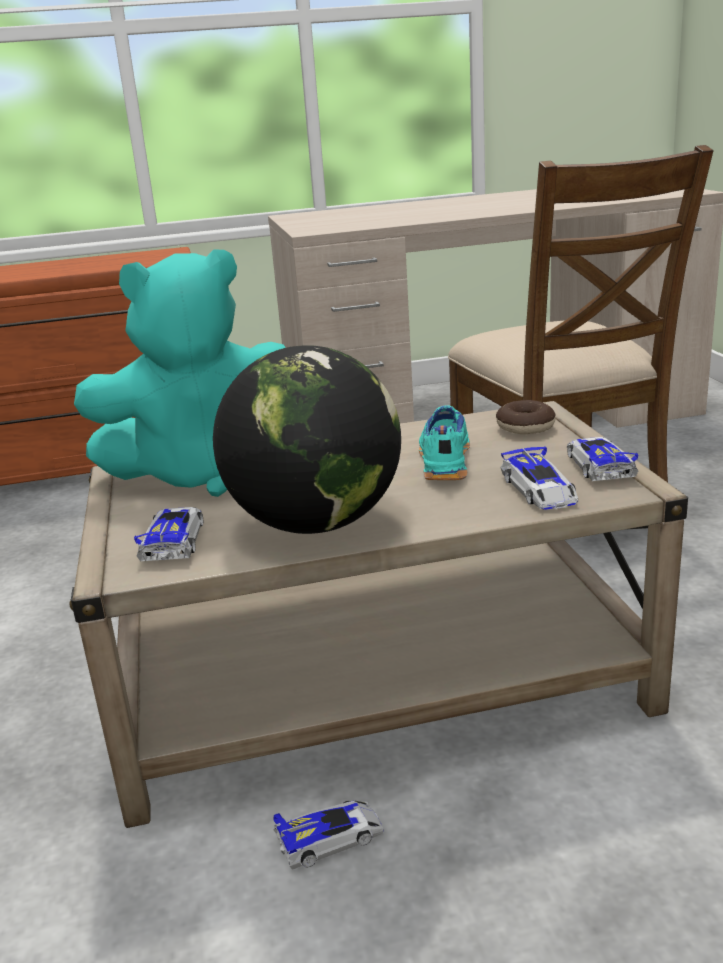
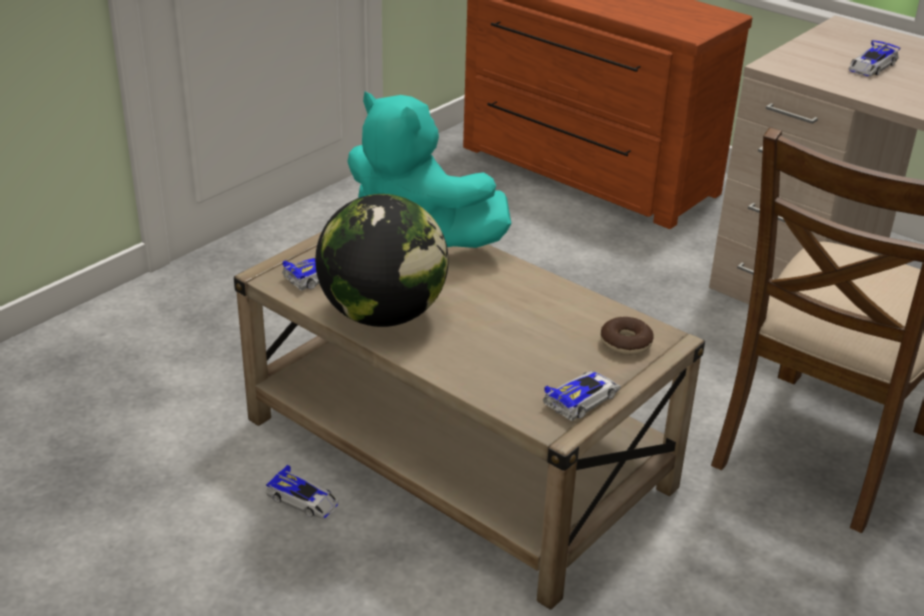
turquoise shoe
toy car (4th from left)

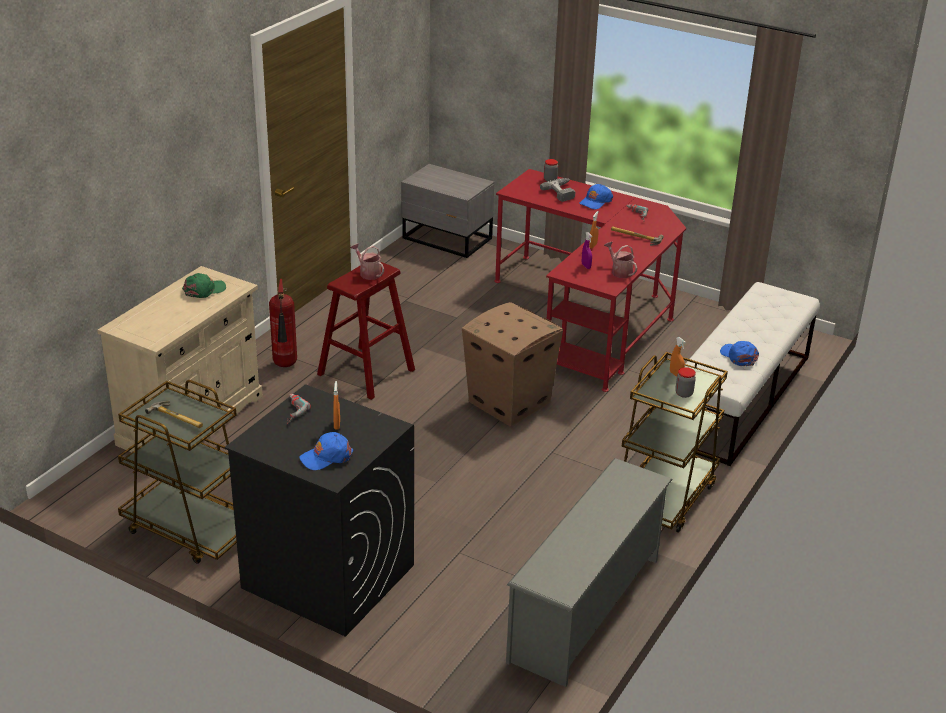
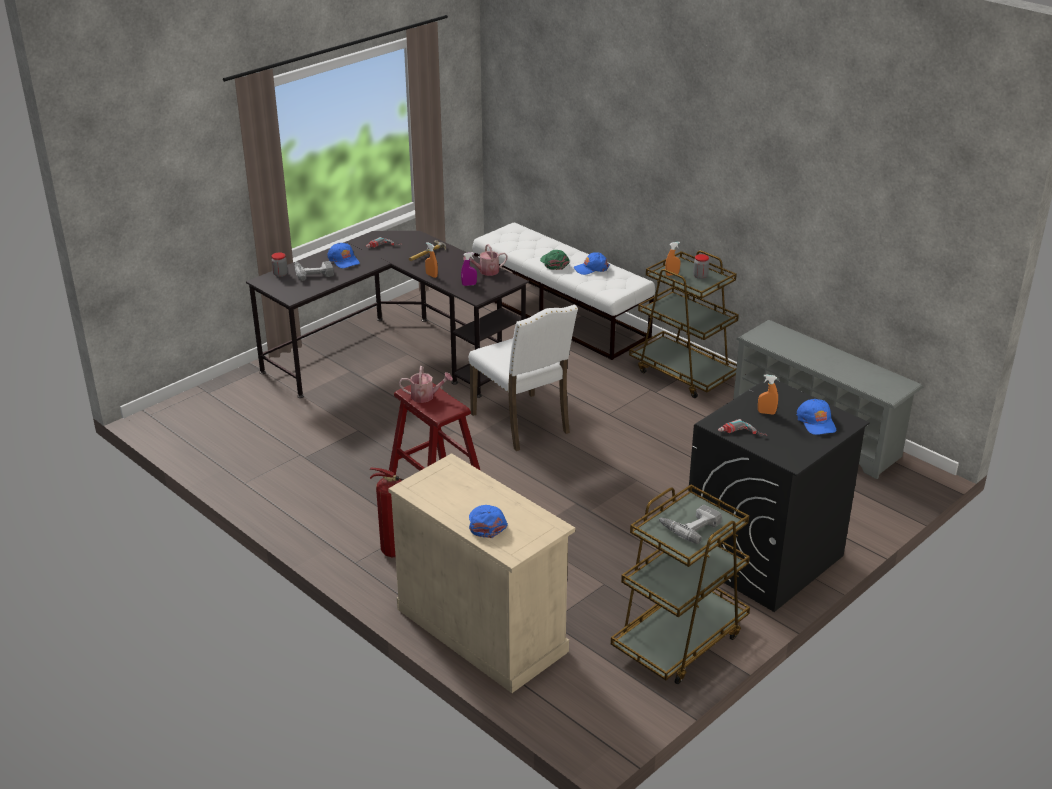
grey nightstand
blue cap (2nd from left)
green cap
power drill (3rd from left)
white chair
black desk
watering can (1st from left)

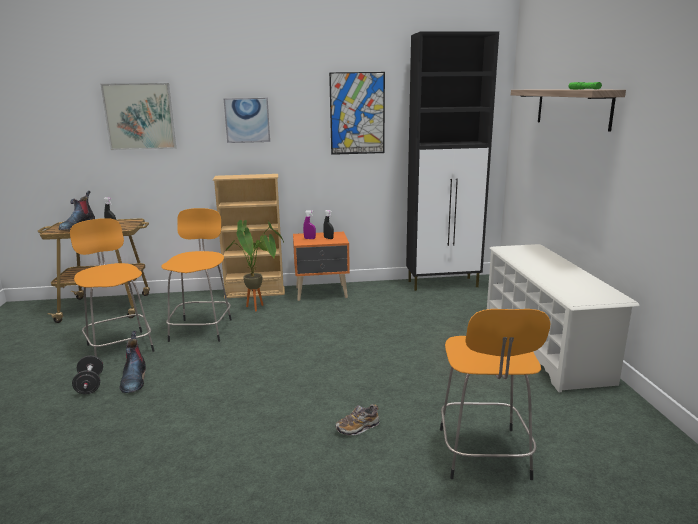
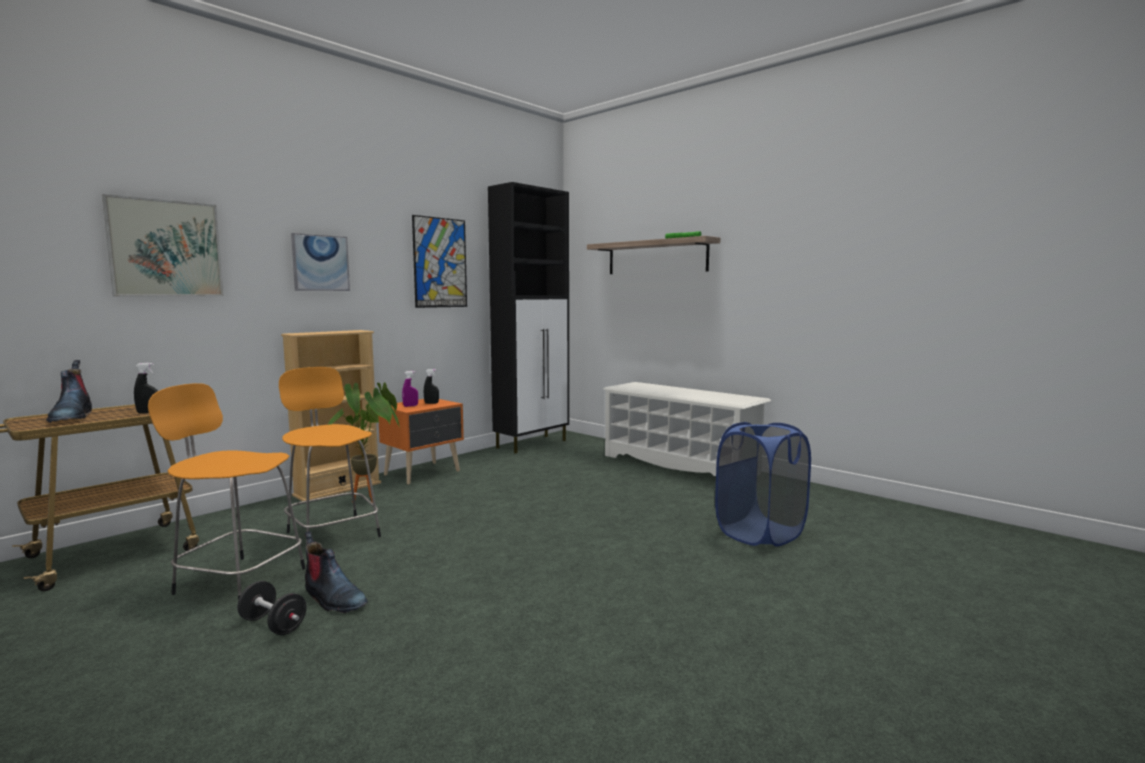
shoe
blue laundry basket

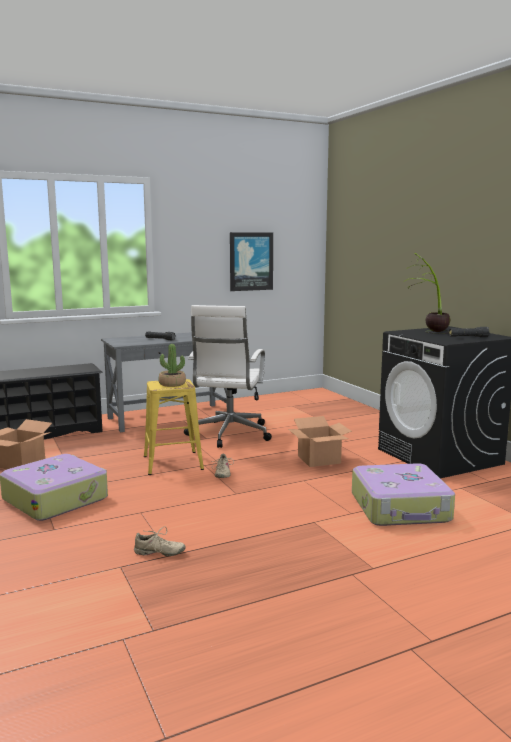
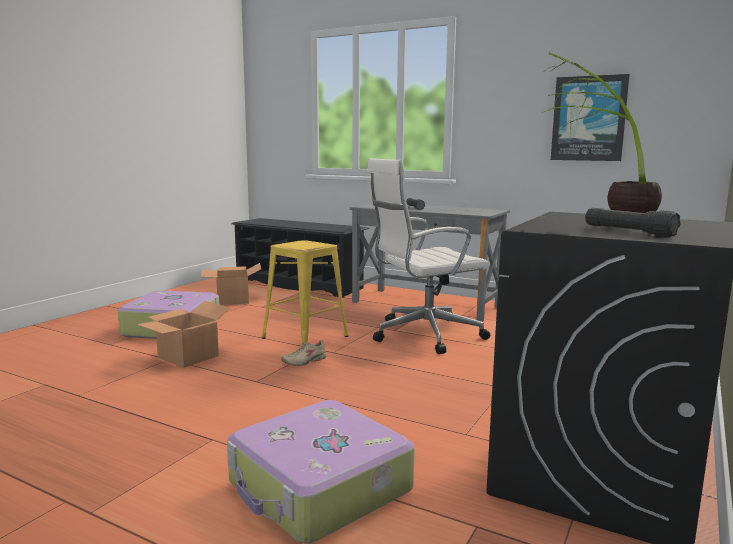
beige shoe (1st from left in the first image)
potted plant (1st from left in the first image)
cardboard box (1st from left)

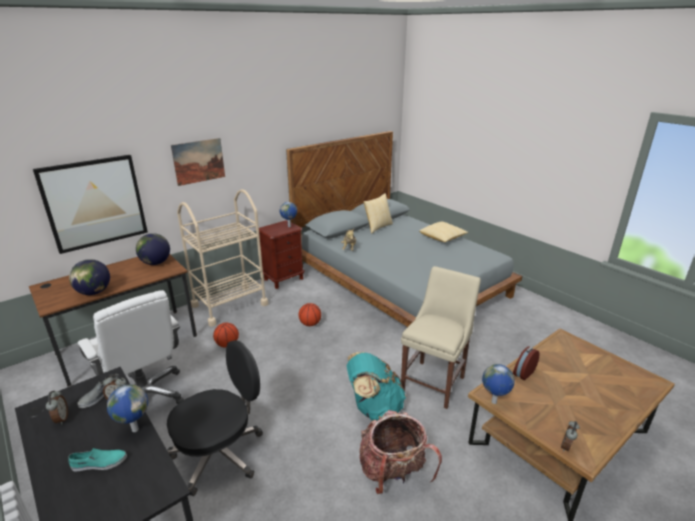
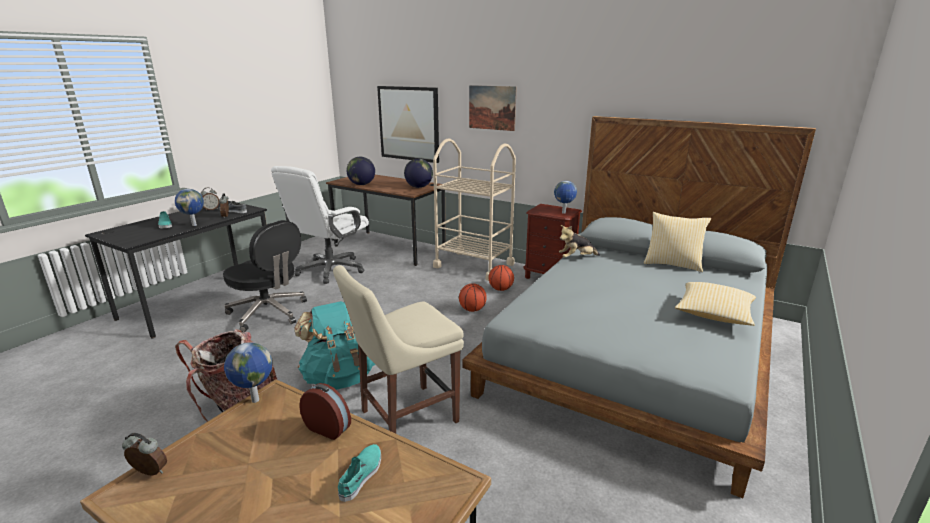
turquoise shoe (2nd from left)
basketball (2nd from left)
beige chair

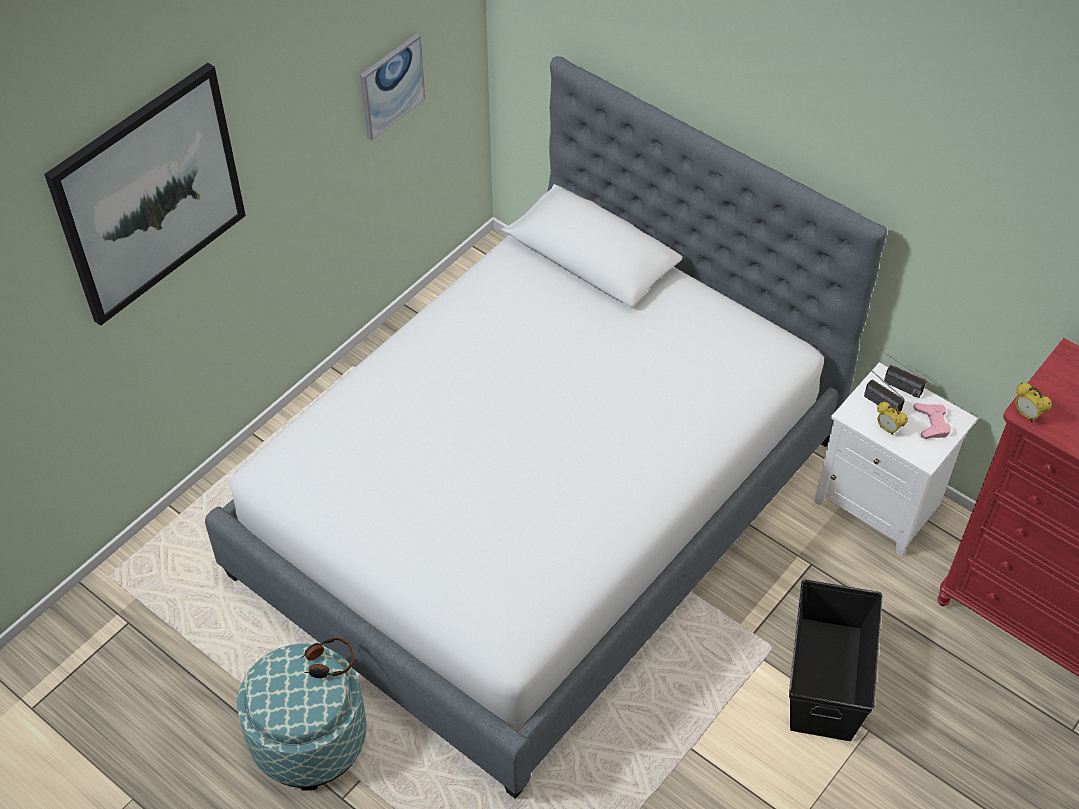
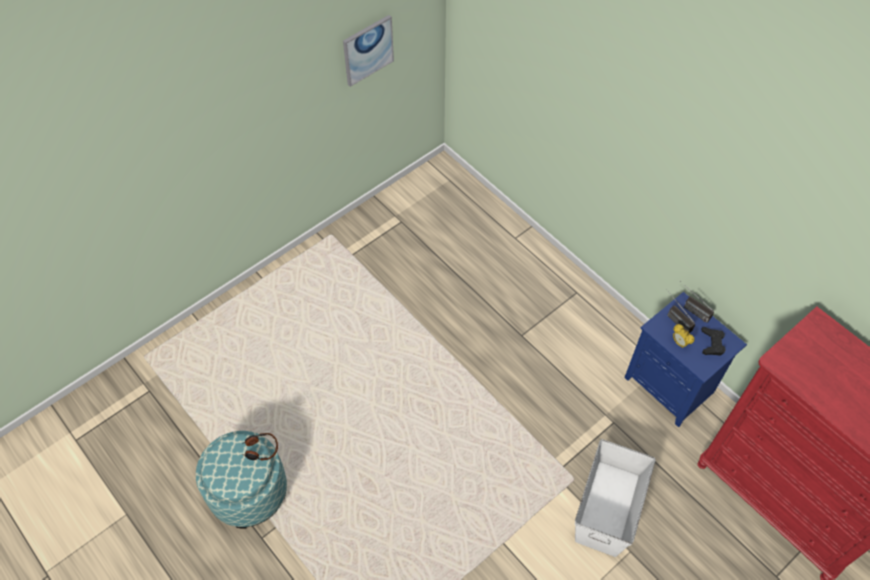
picture (1st from left in the first image)
bed
alarm clock (2nd from left in the first image)
white storage box
blue nightstand
black game controller

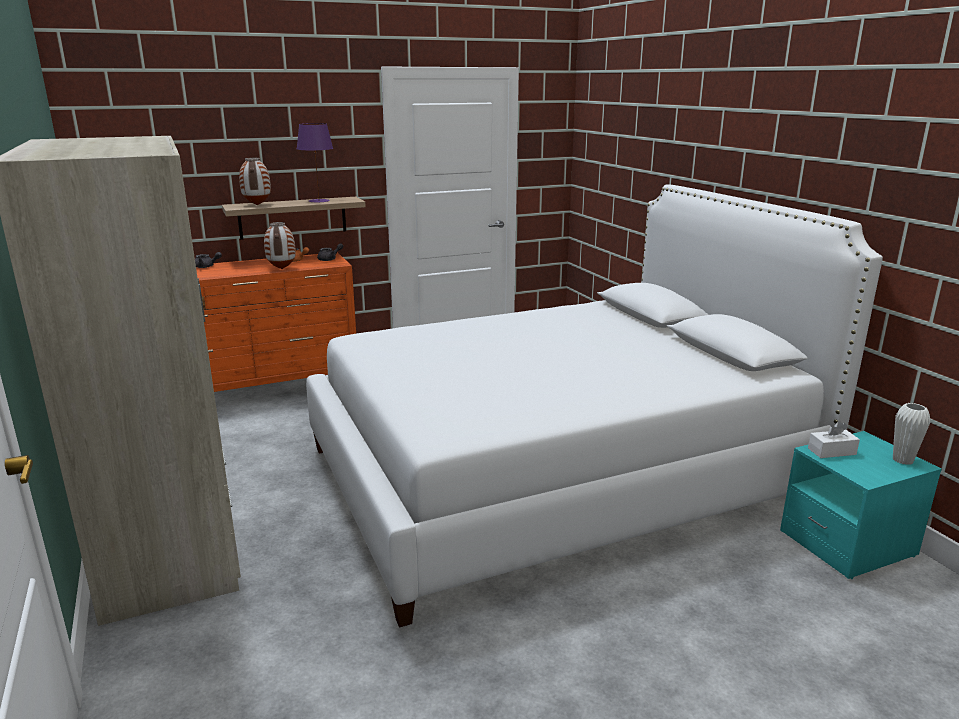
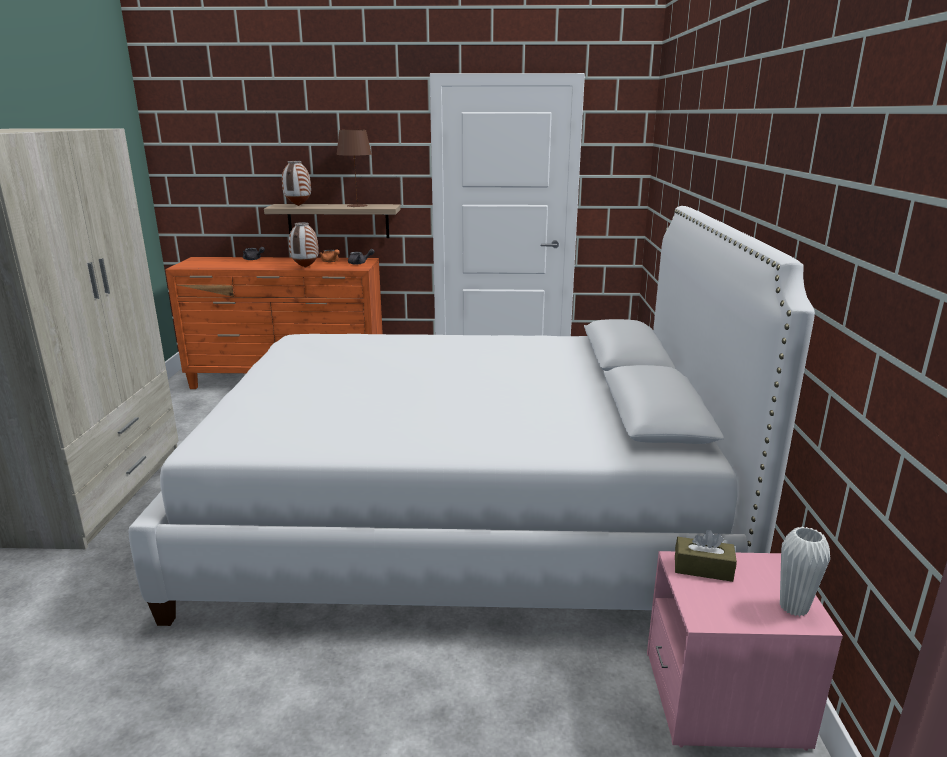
brown table lamp
pink nightstand
brown tissue box

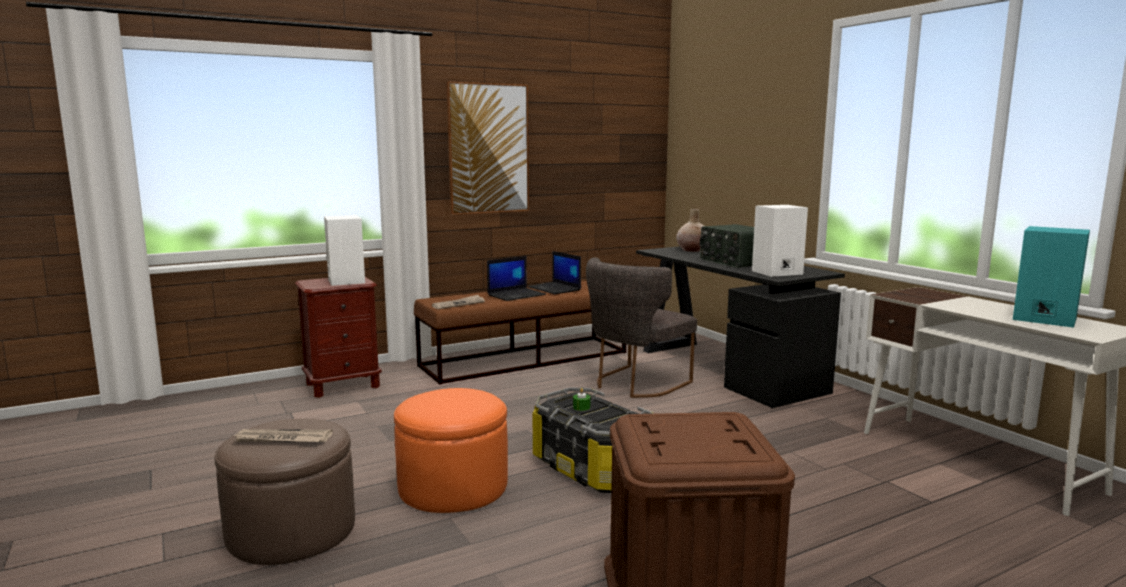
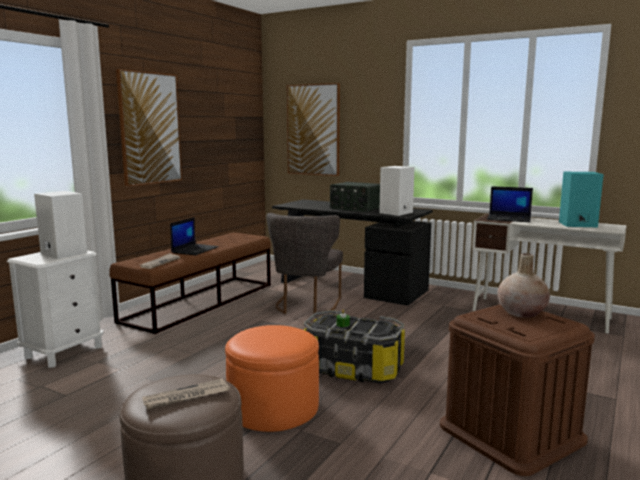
picture (2nd from left)
laptop (2nd from left)
beige vase
white nightstand

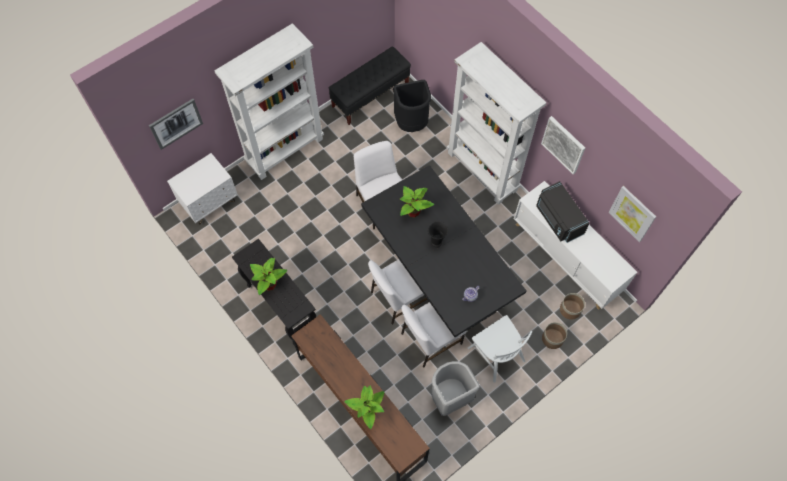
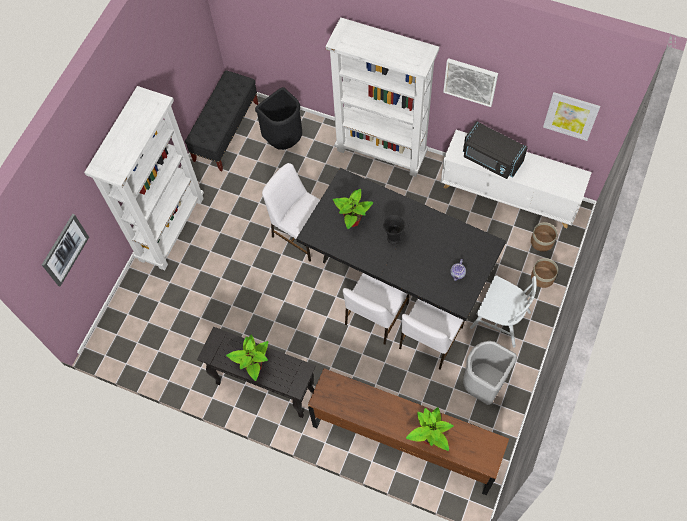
white nightstand

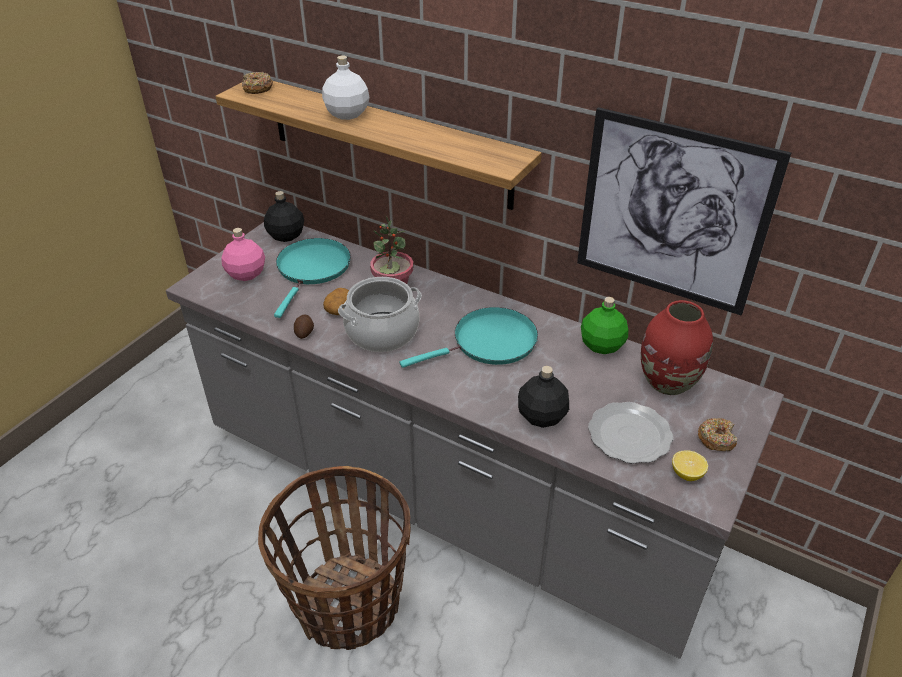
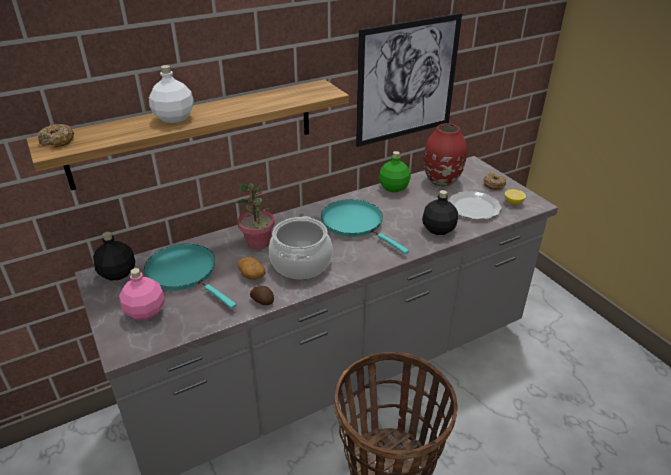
turquoise frying pan (2nd from left)

